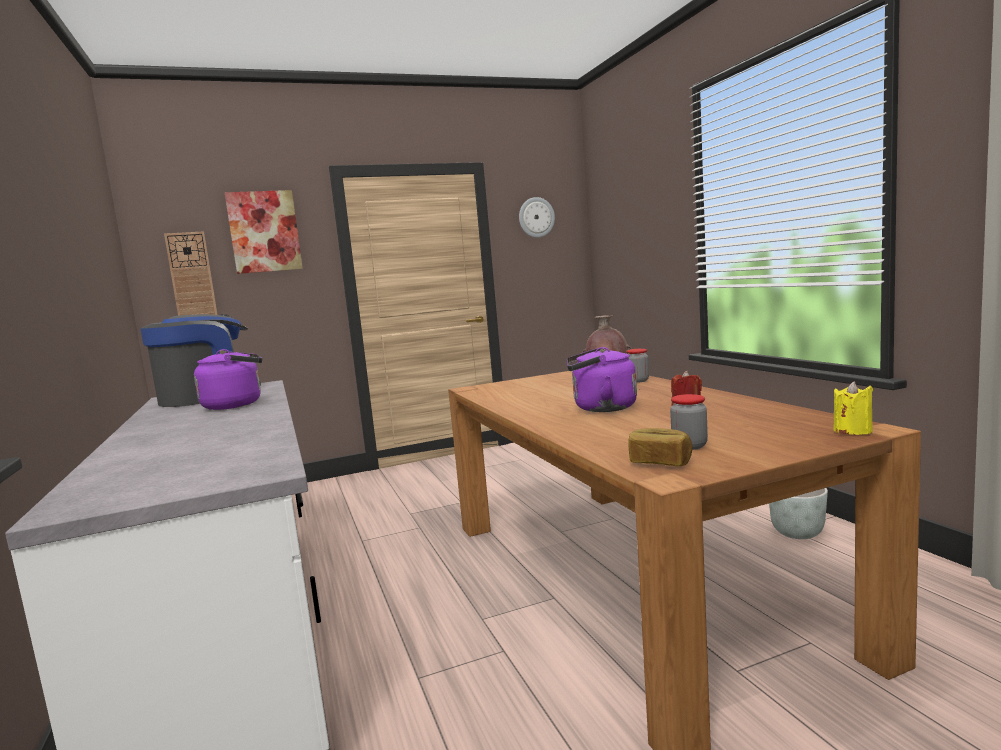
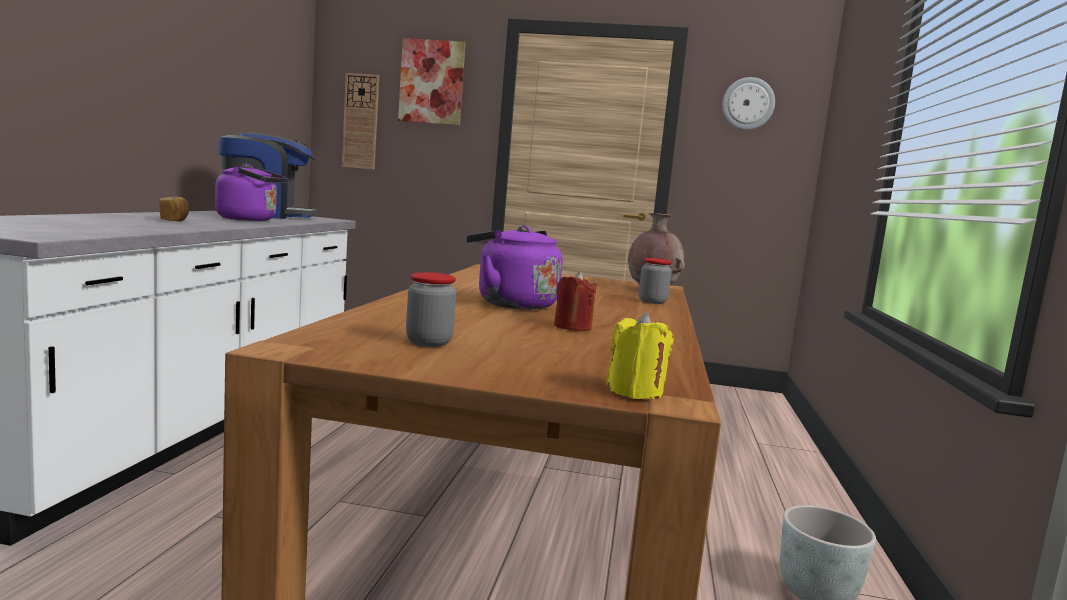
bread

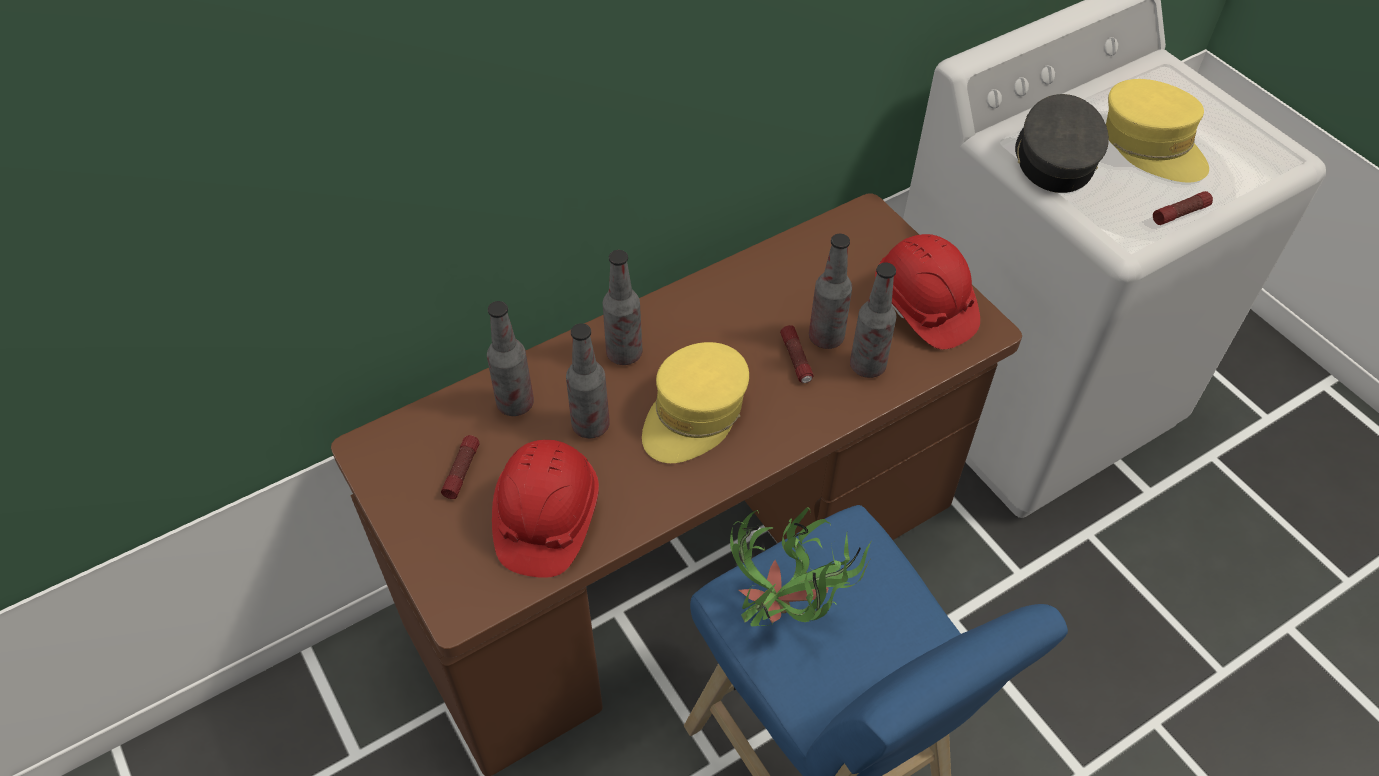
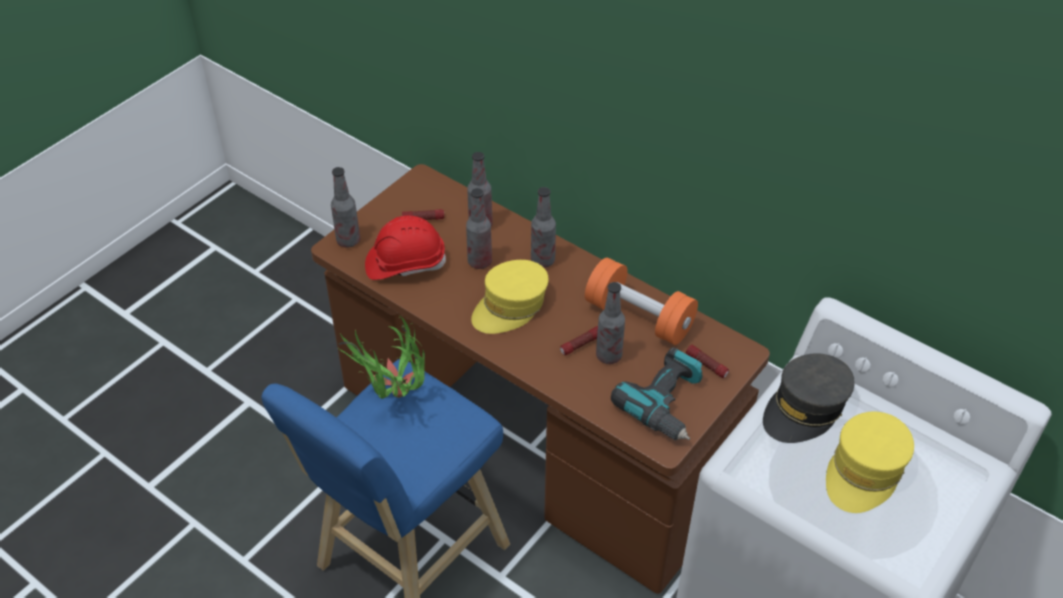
orange dumbbell
bottle (1st from left)
flashlight (3rd from left)
power drill
yellow cap (1st from left)
grey cap

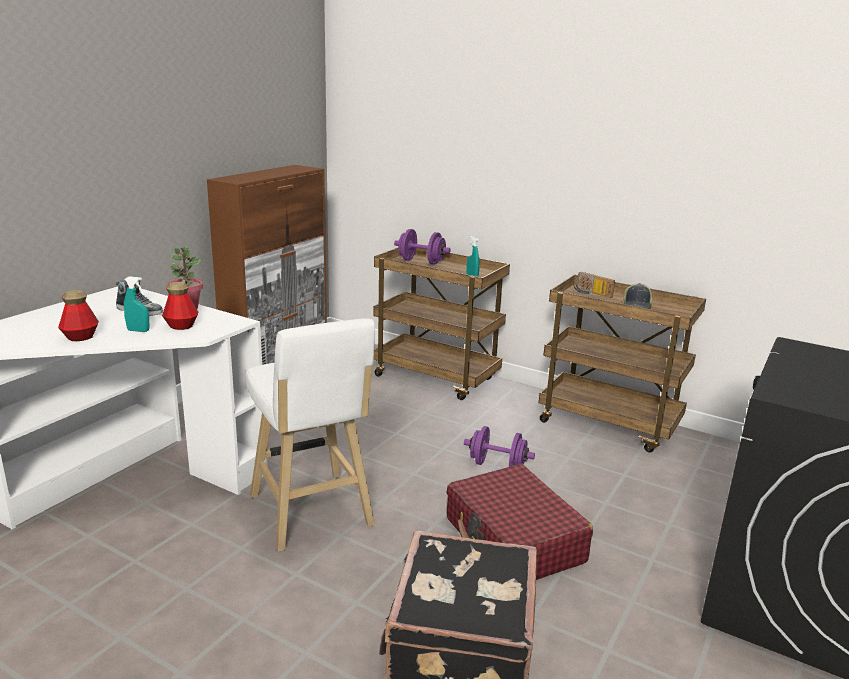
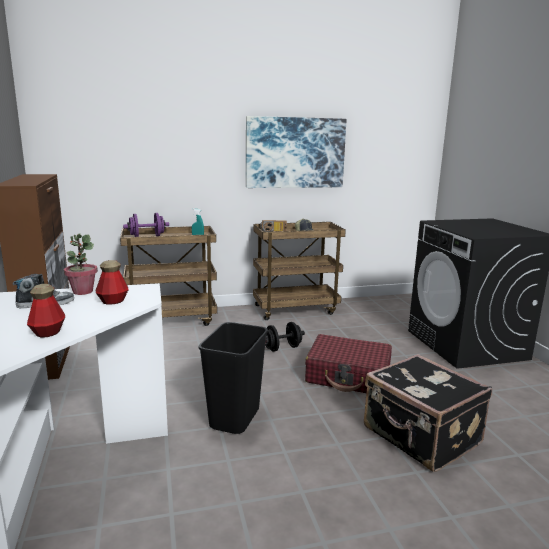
turquoise spray bottle (1st from left in the first image)
picture
black trash can
black dumbbell

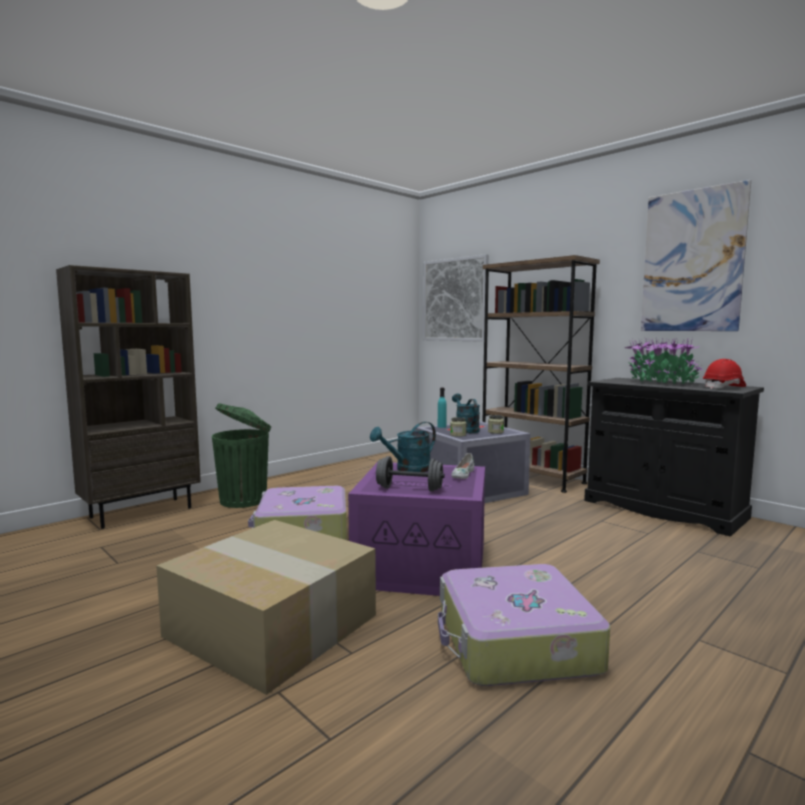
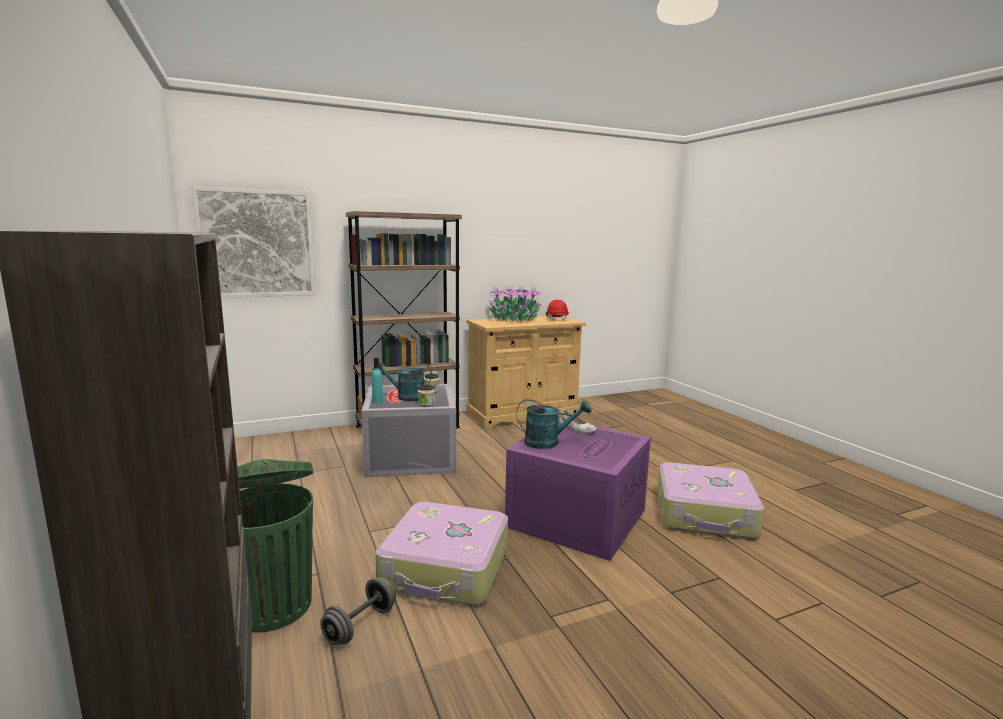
cardboard box
picture (2nd from left in the first image)
grey dumbbell
beige cabinet
turquoise watering can (2nd from left)

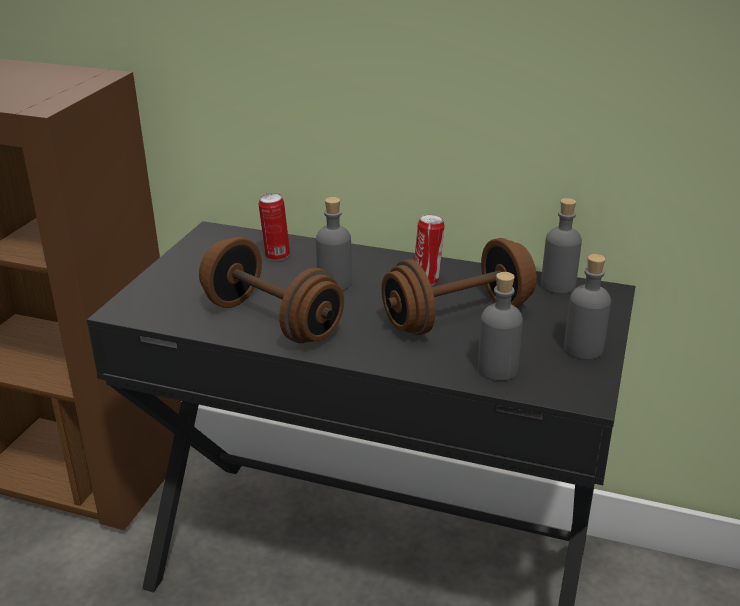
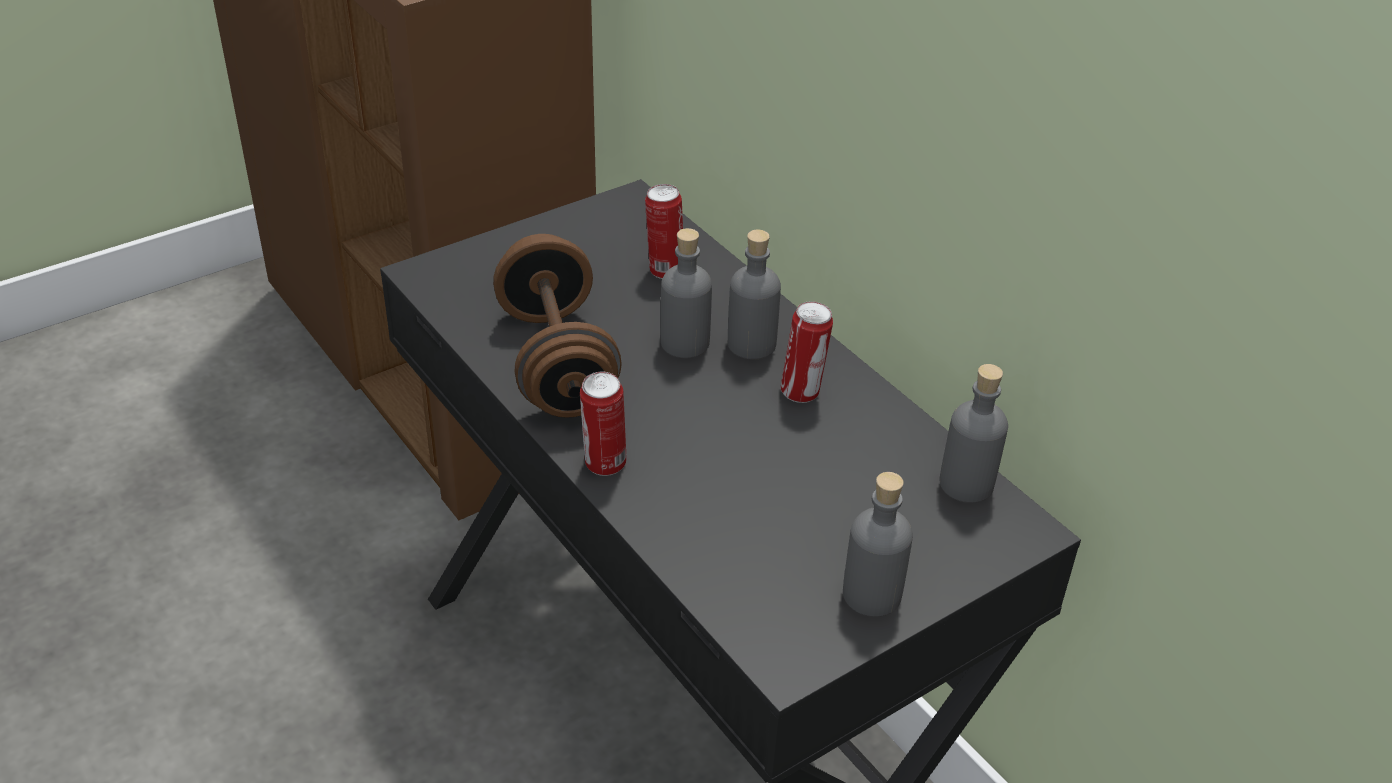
brown dumbbell (2nd from left in the first image)
can (1st from left)
grey bottle (2nd from left)

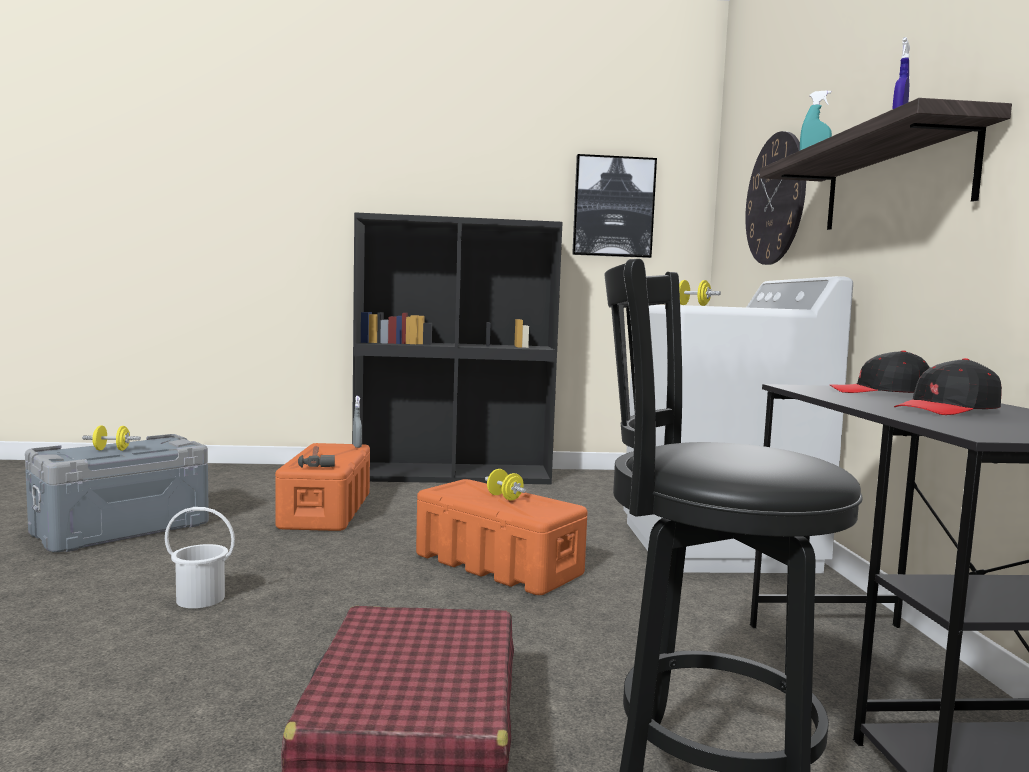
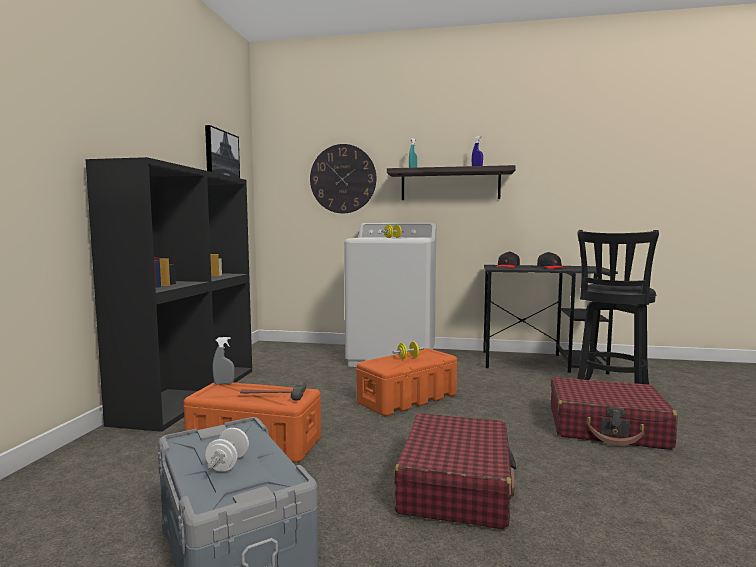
red suitcase (1st from left)
white dumbbell

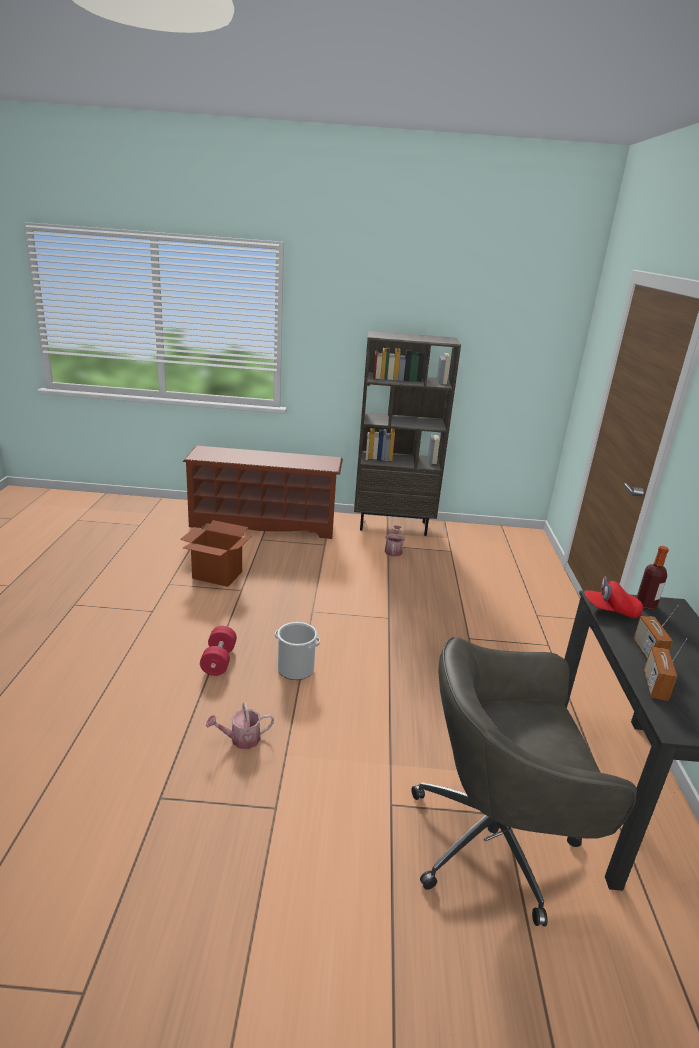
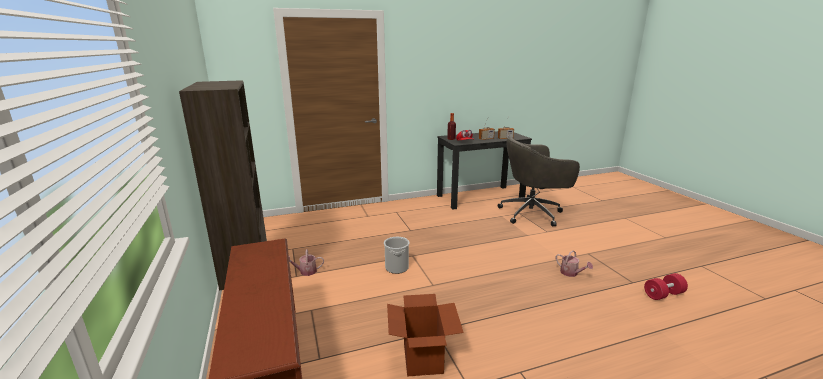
red dumbbell
bucket
grey office chair

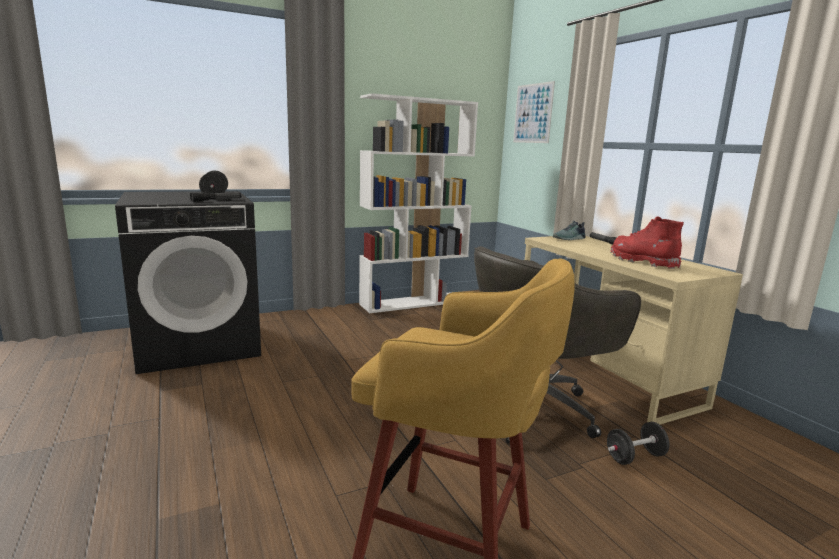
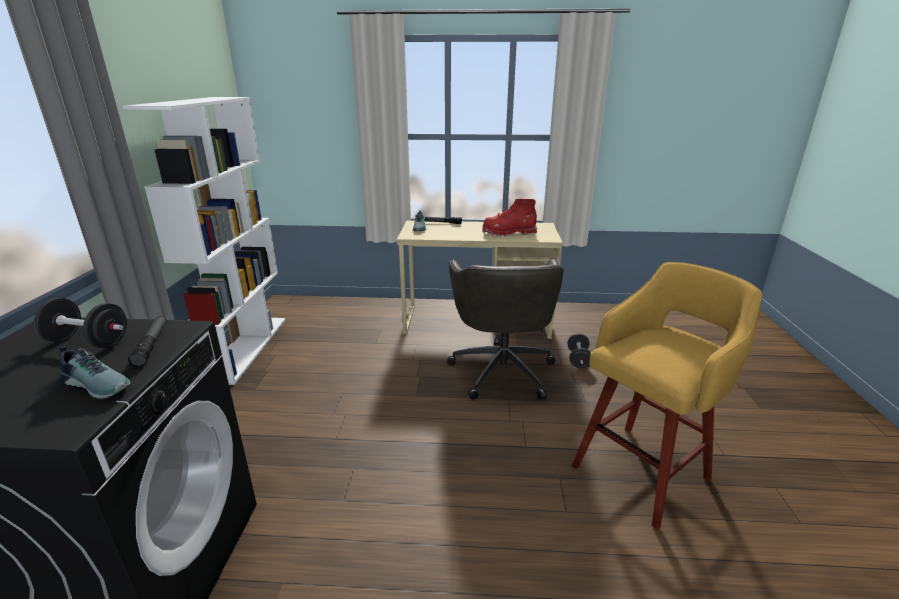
picture
shoe (1st from left)

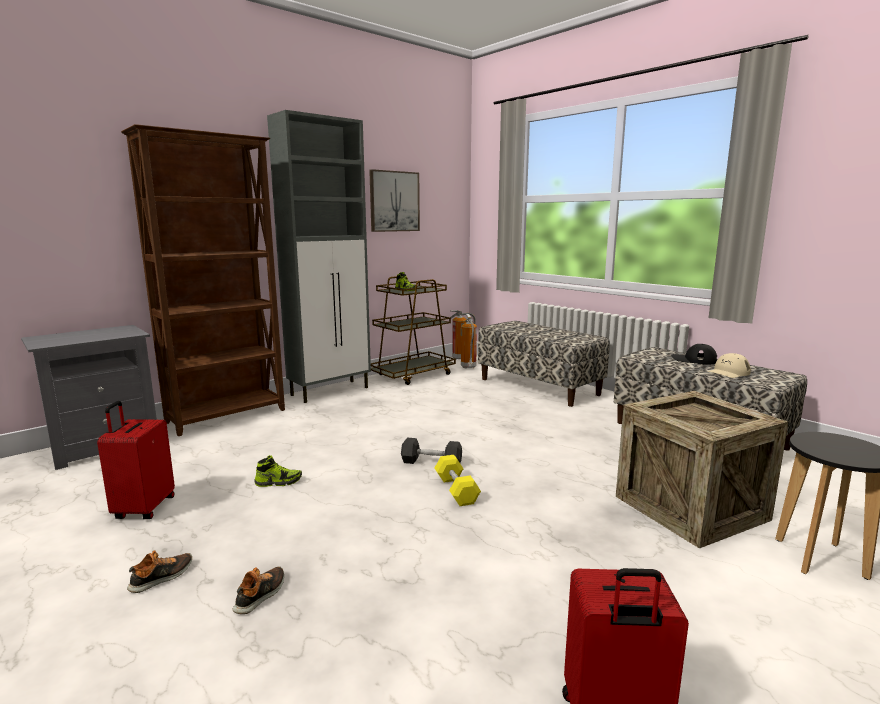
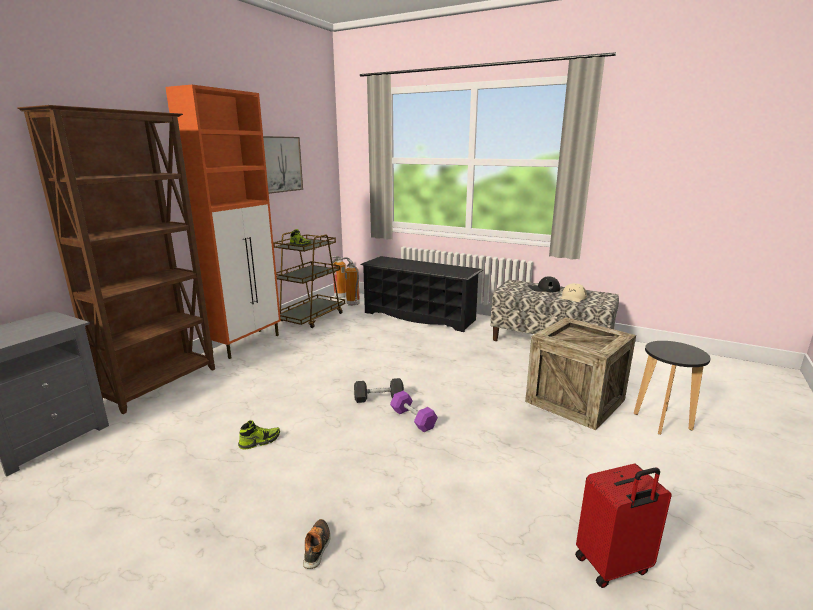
red suitcase (1st from left in the first image)
shoe (1st from left in the first image)
black shoe rack
orange cabinet
purple dumbbell

